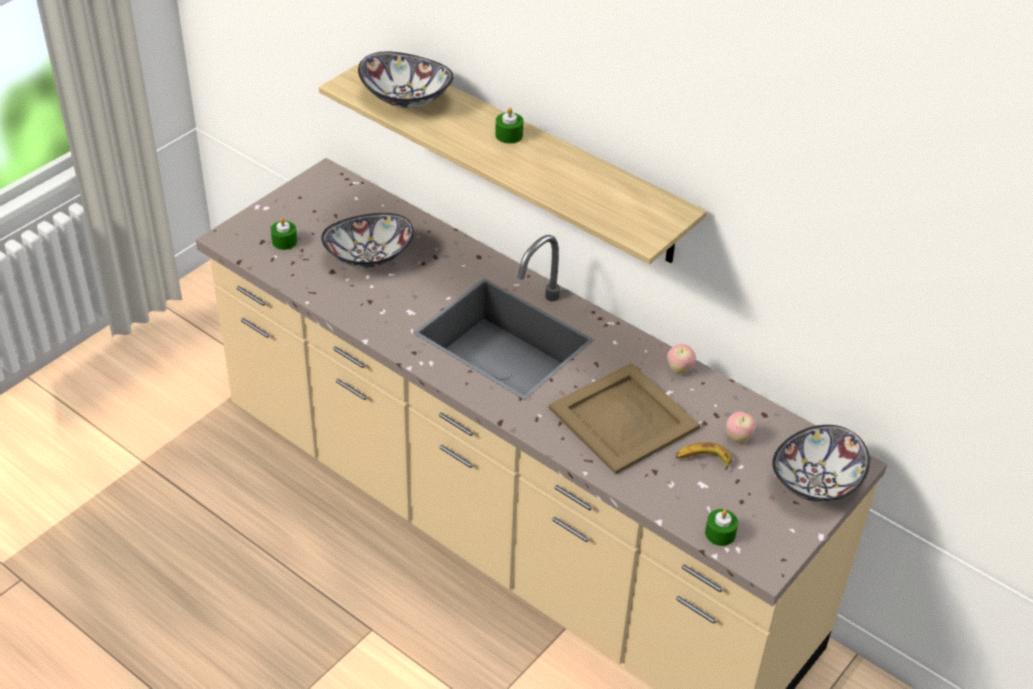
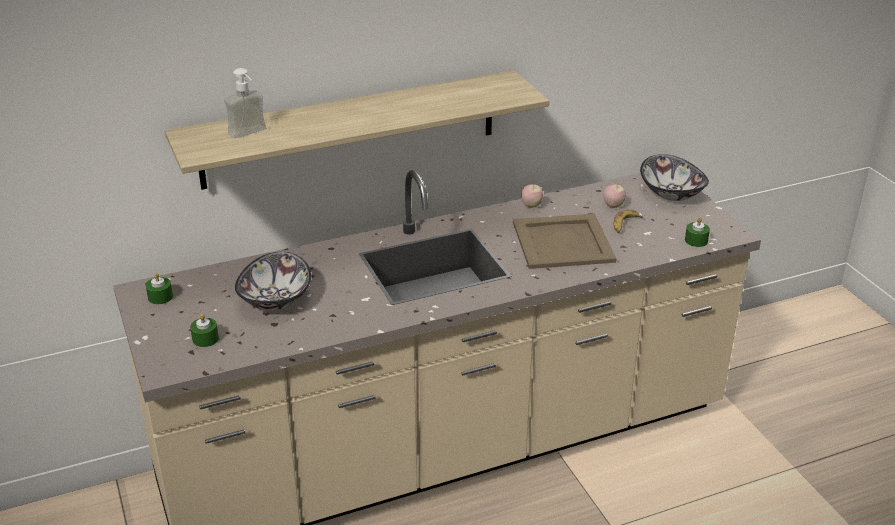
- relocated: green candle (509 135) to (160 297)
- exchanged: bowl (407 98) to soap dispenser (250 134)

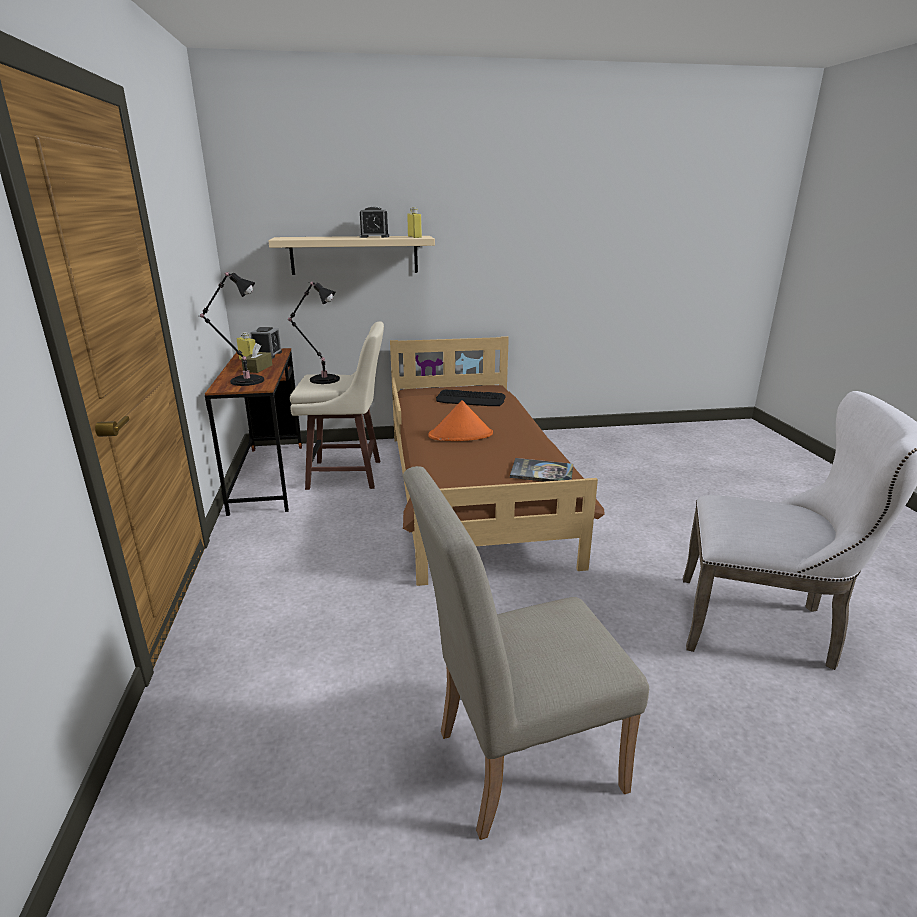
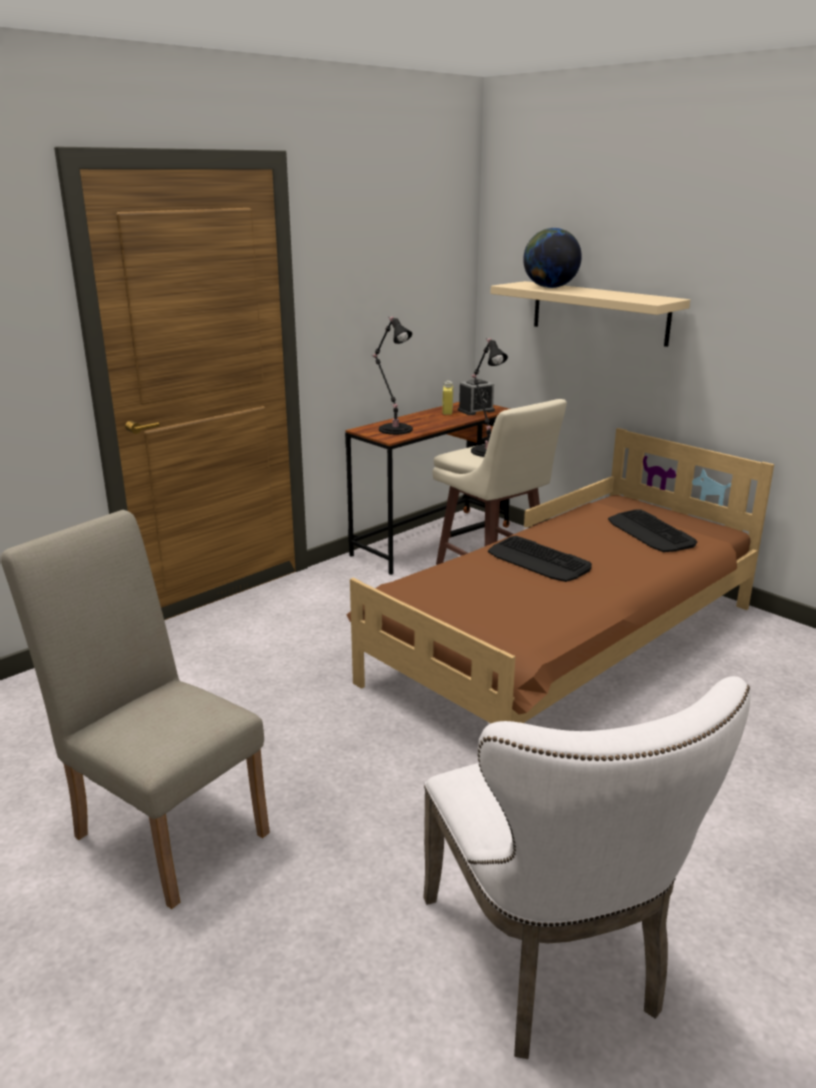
- exchanged: orange hat (461 435) to keyboard (538 560)
- appeared: globe (550 287)
- missing: brown tissue box (258 368)
- missing: alarm clock (374 236)
- missing: yellow bottle (414 237)
- missing: book (542 472)

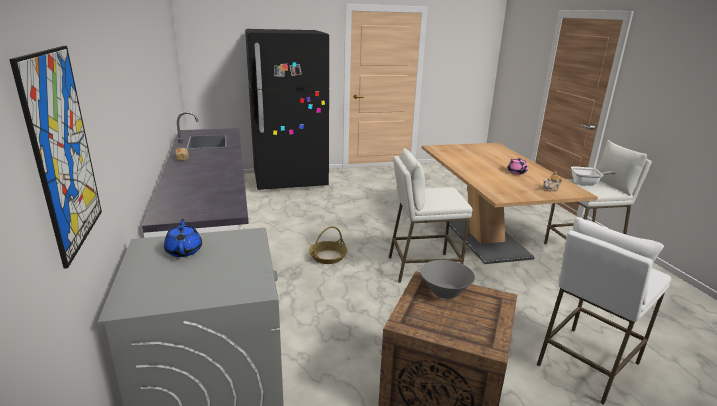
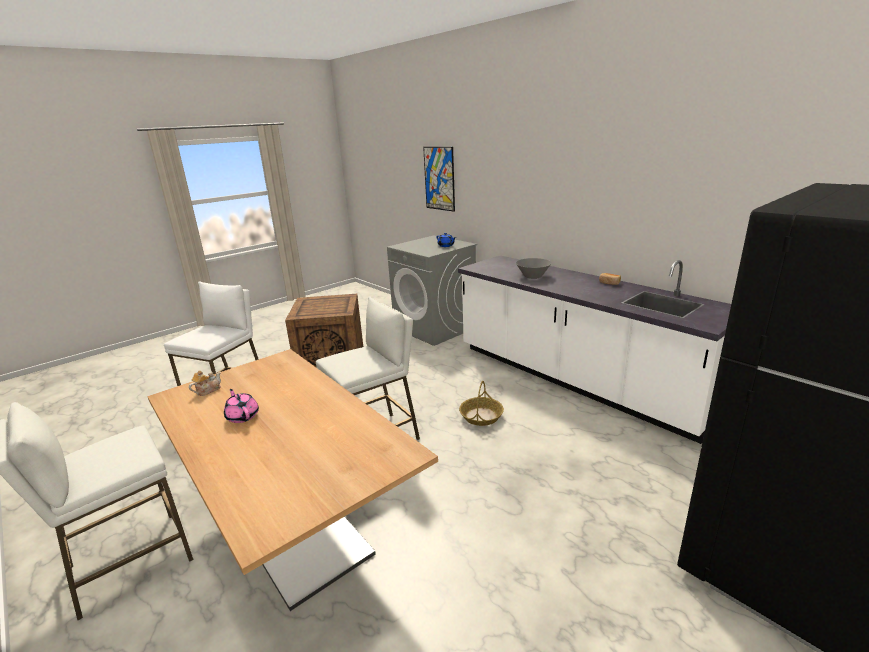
- relocated: grey bowl (445 292) to (532 276)
- missing: frying pan (587 183)

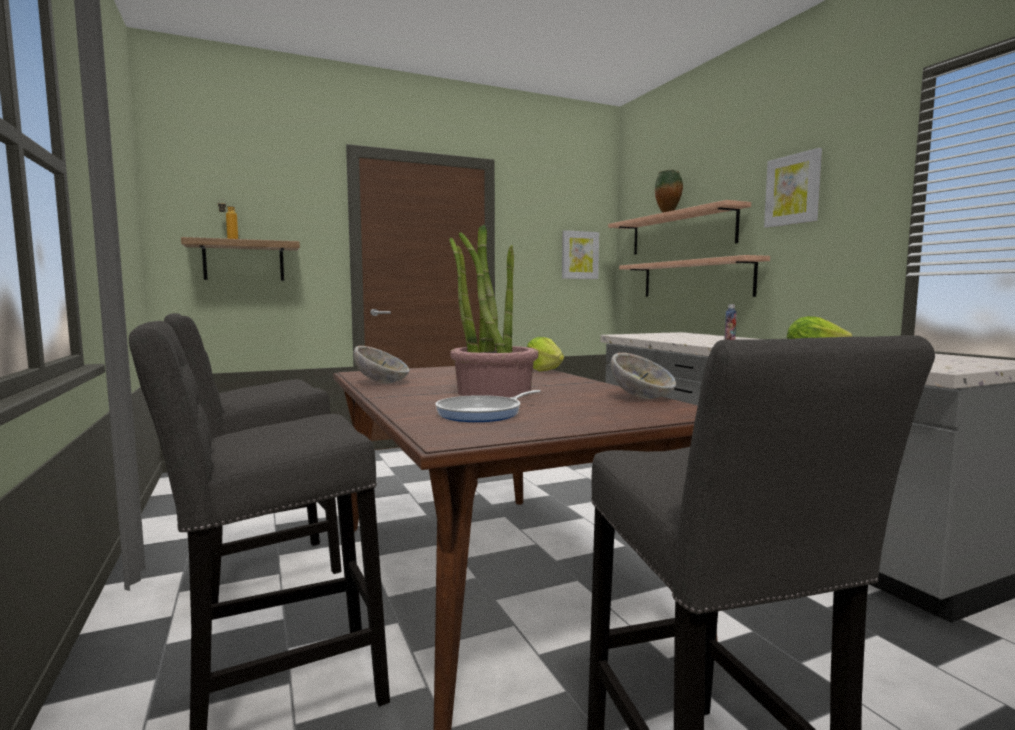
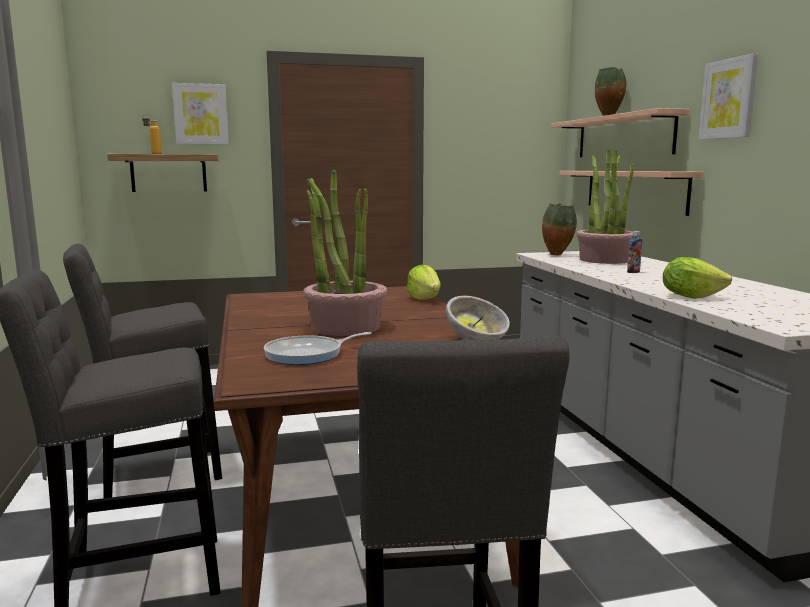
- relocated: picture (579 255) to (201 114)
- appeared: vase (557 255)
- appeared: potted plant (604 260)
- missing: bowl (382 383)

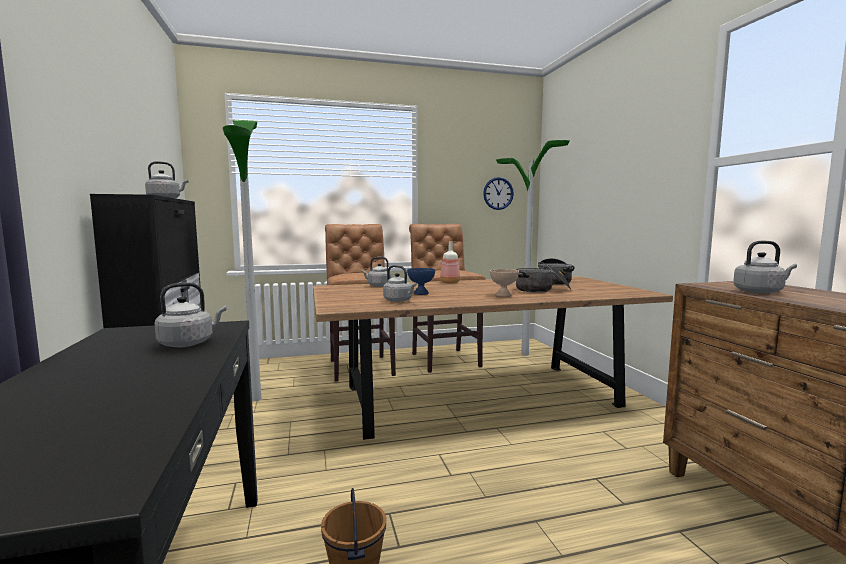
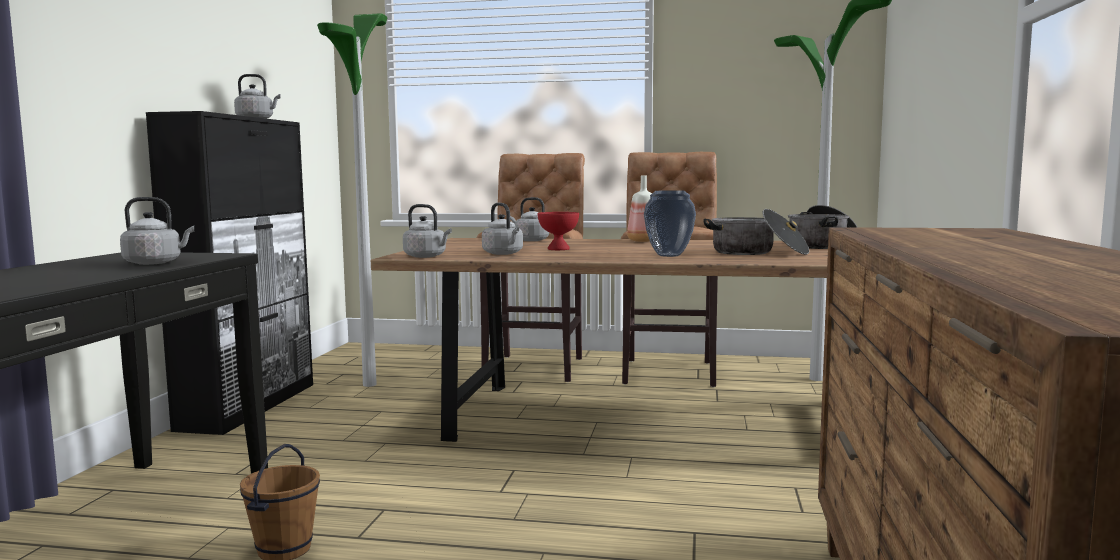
- relocated: grey kettle (760 292) to (427 256)
- colour: blue bowl (420 293) to red bowl (557 249)
- exchanged: beige bowl (503 295) to vase (668 255)
- missing: wall clock (498 193)

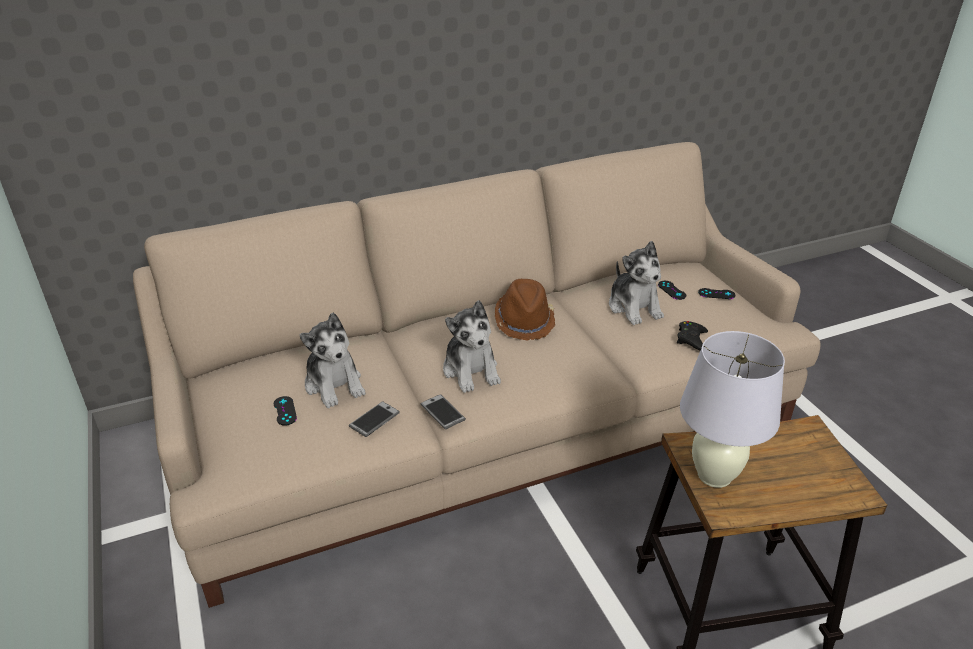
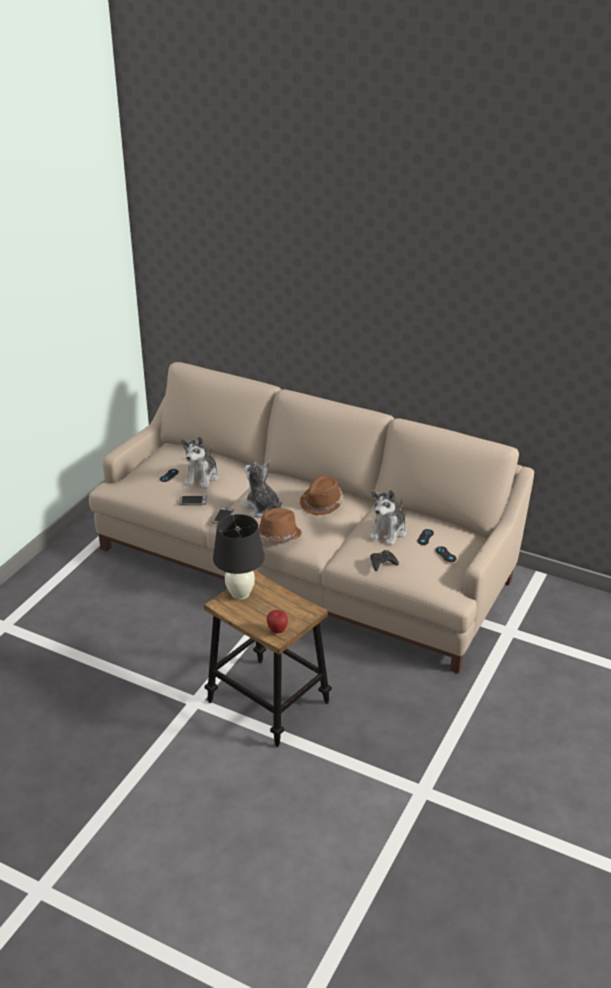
- colour: white table lamp (714 476) to black table lamp (240 593)
- spun: plush toy (471 370) = (261 508) 105 degrees clockwise
- appeared: brown hat (277 535)
- appeared: apple (277 630)

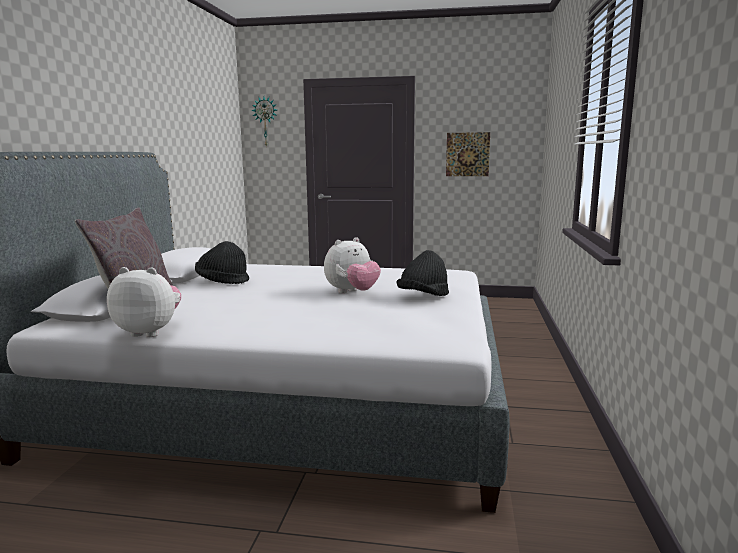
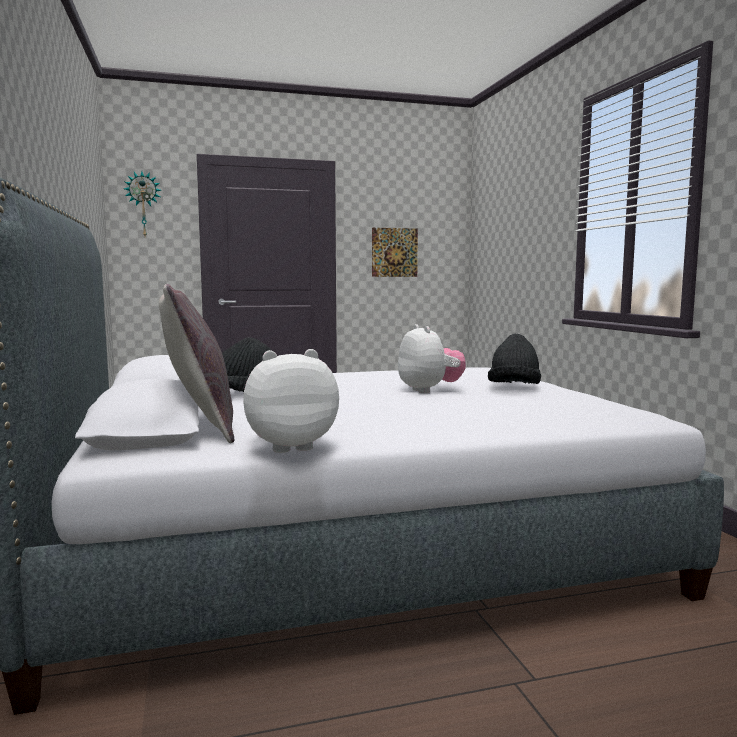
- spun: plush toy (352 292) = (429 390) 45 degrees counterclockwise

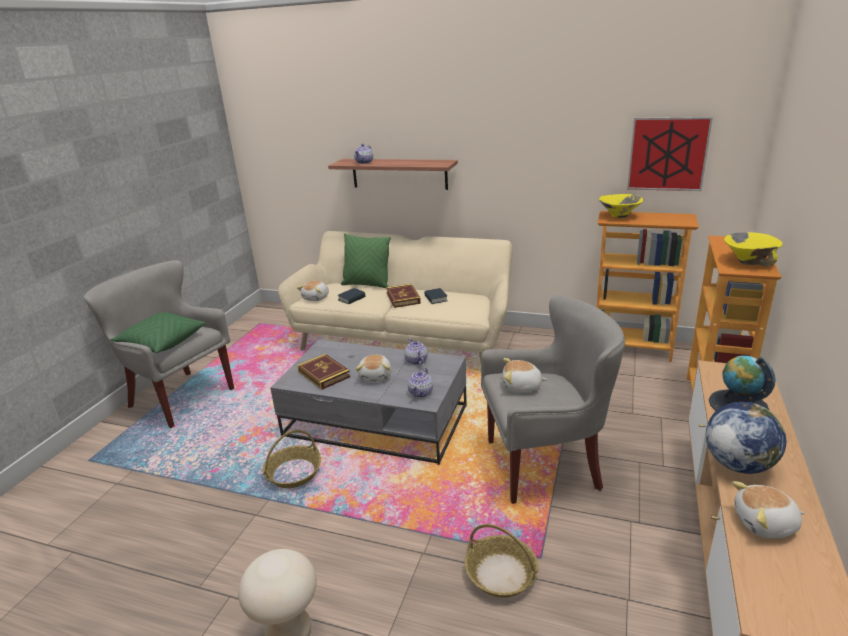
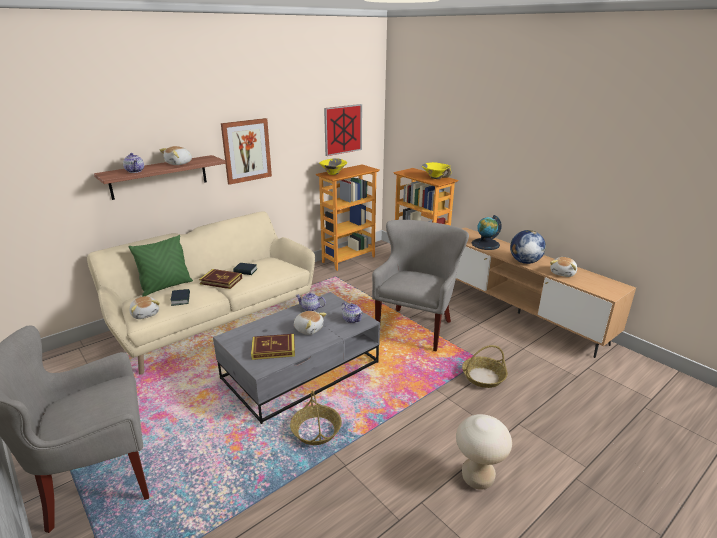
- relocated: plush toy (521 387) to (179 163)
- appeared: picture (246 150)
- missing: green pillow (161 342)

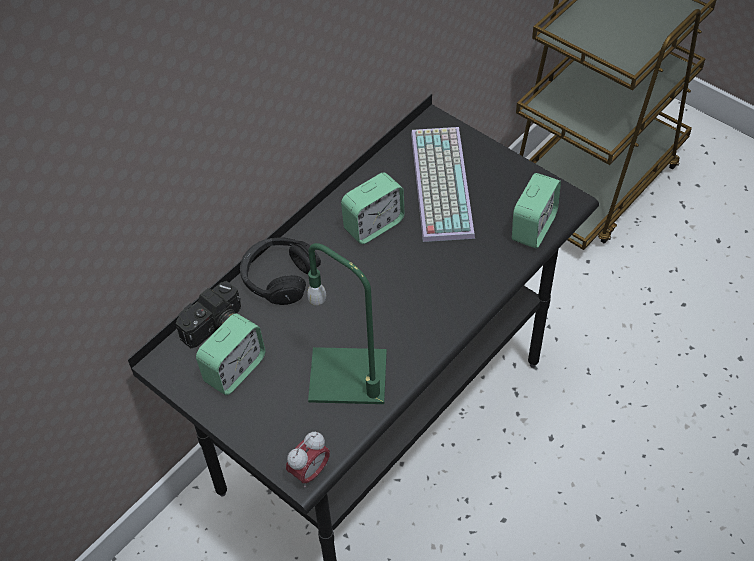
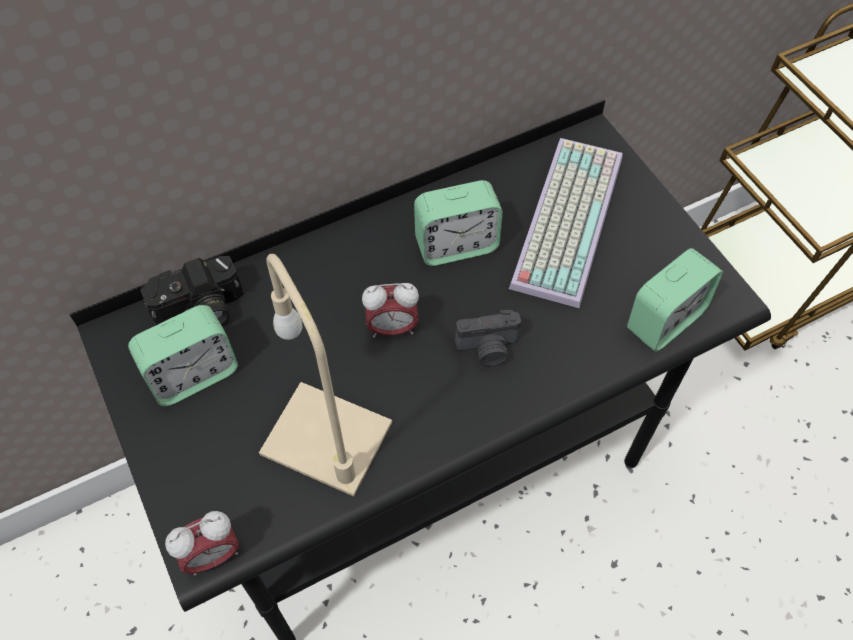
- colour: green table lamp (350 375) to beige table lamp (330 438)
- appeared: alarm clock (392 328)
- appeared: photo camera (488 349)
- missing: black headphones (279 277)

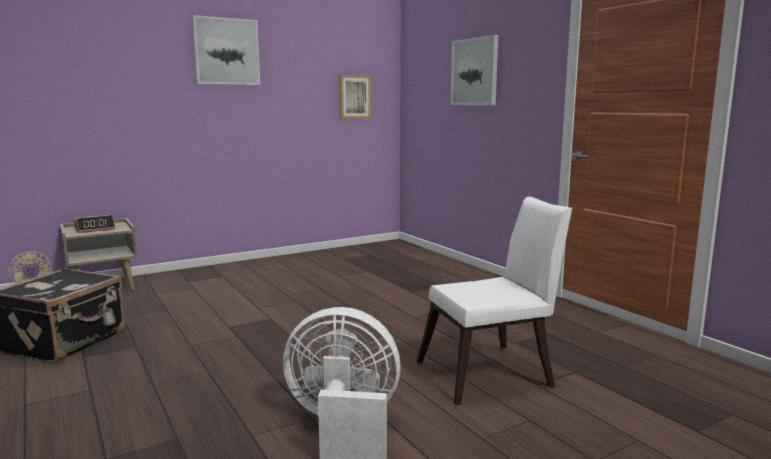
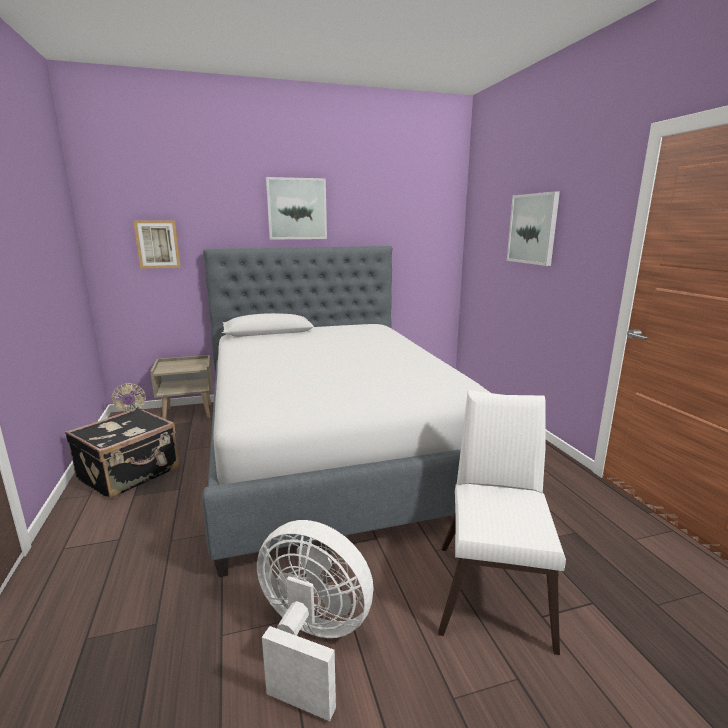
- relocated: picture (354 97) to (157 244)
- appeared: bed (333 446)
- spun: white chair (492 373) = (494 587) 75 degrees counterclockwise
- missing: alarm clock (95 229)

